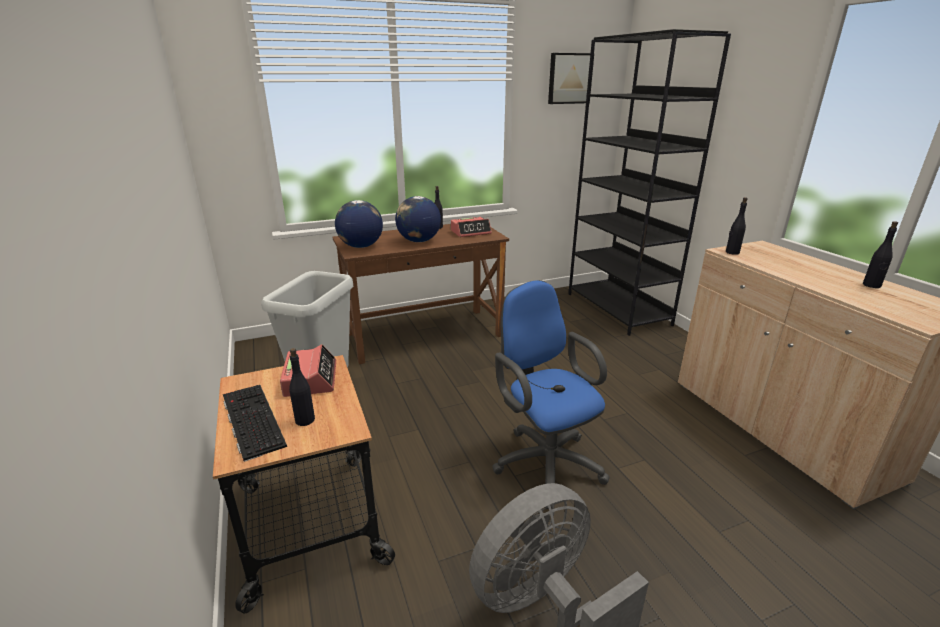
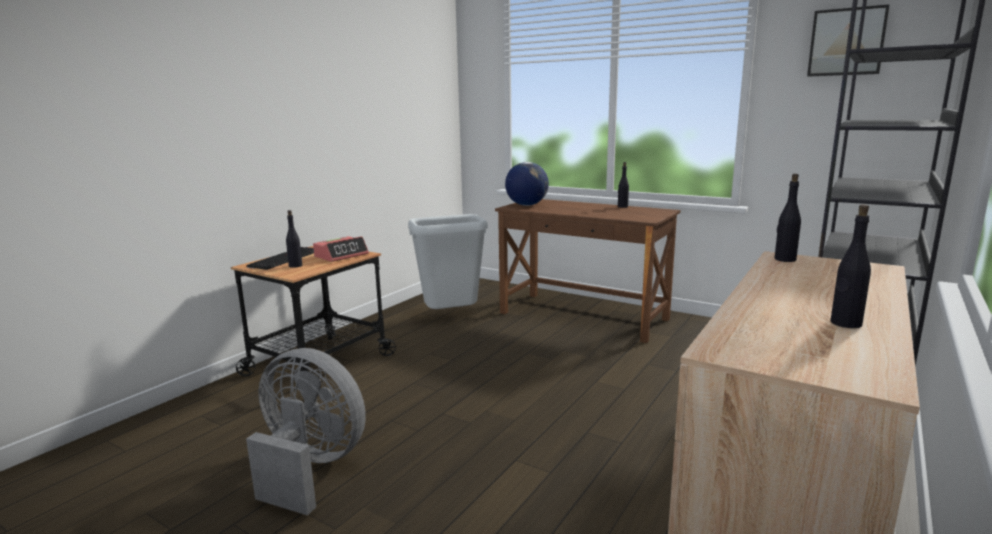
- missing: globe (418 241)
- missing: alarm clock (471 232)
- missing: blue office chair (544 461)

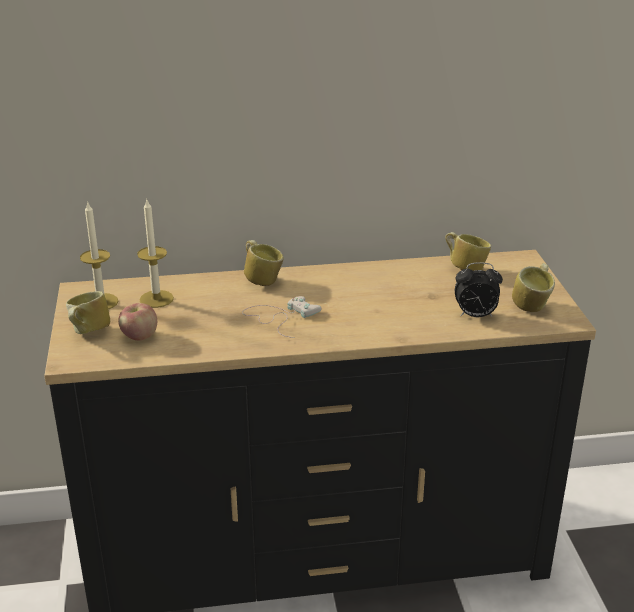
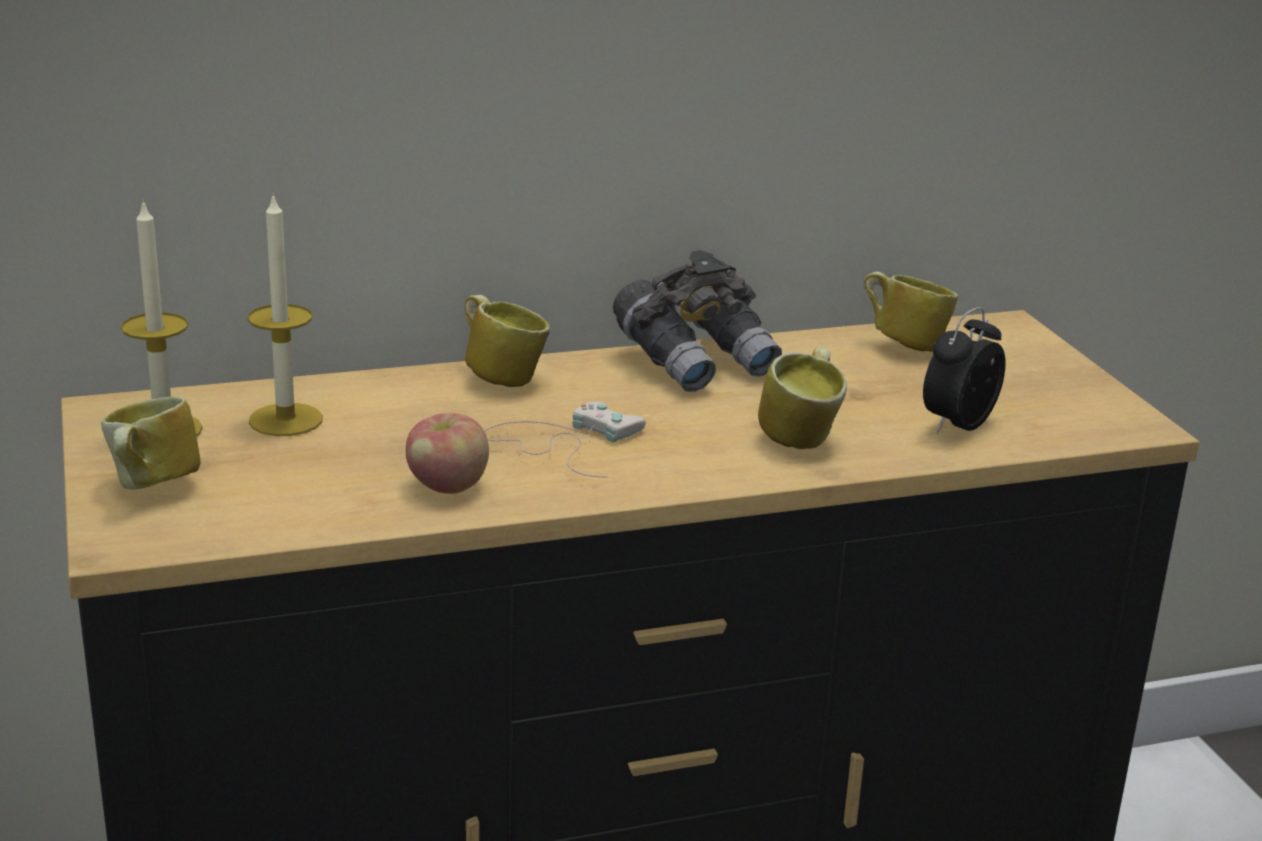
- relocated: apple (139 336) to (447 486)
- appeared: grey binoculars (697 362)
- relocated: mug (533 305) to (803 436)
- spun: alarm clock (475 315) = (957 425) 135 degrees clockwise

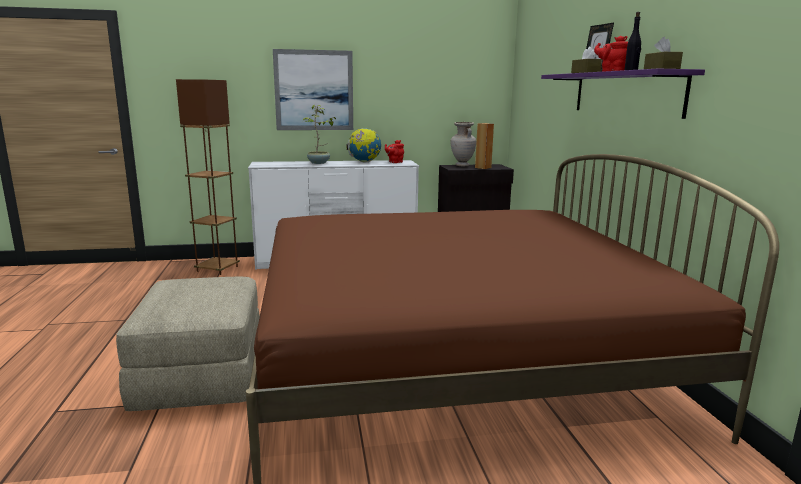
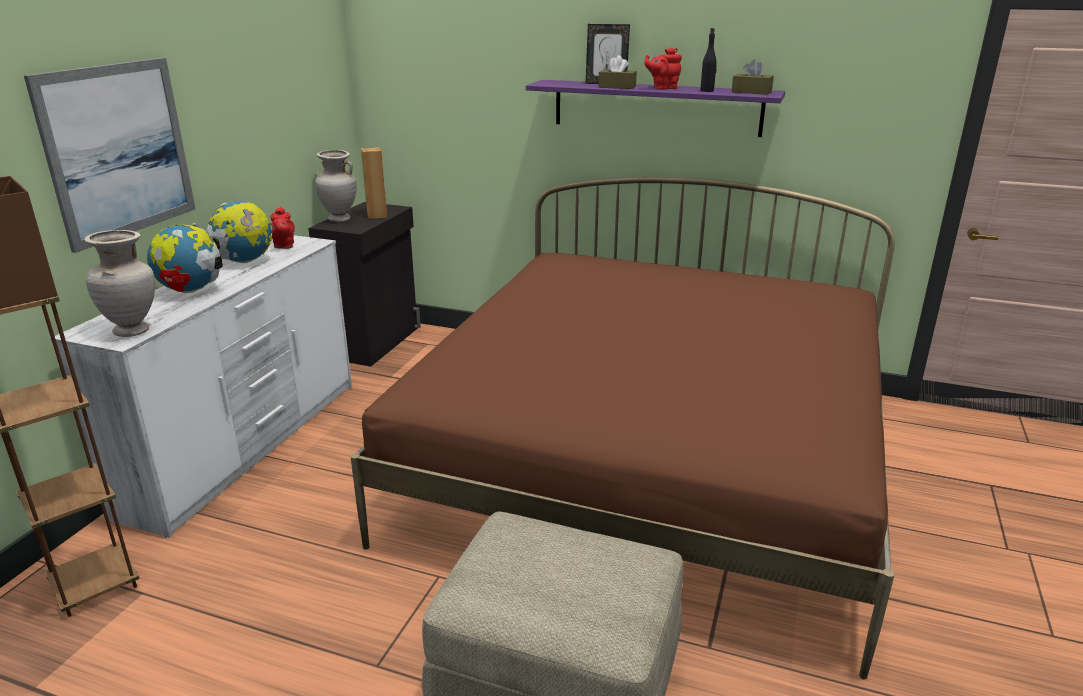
- appeared: beige vase (133 331)
- exchanged: potted plant (319 163) to globe (191 290)

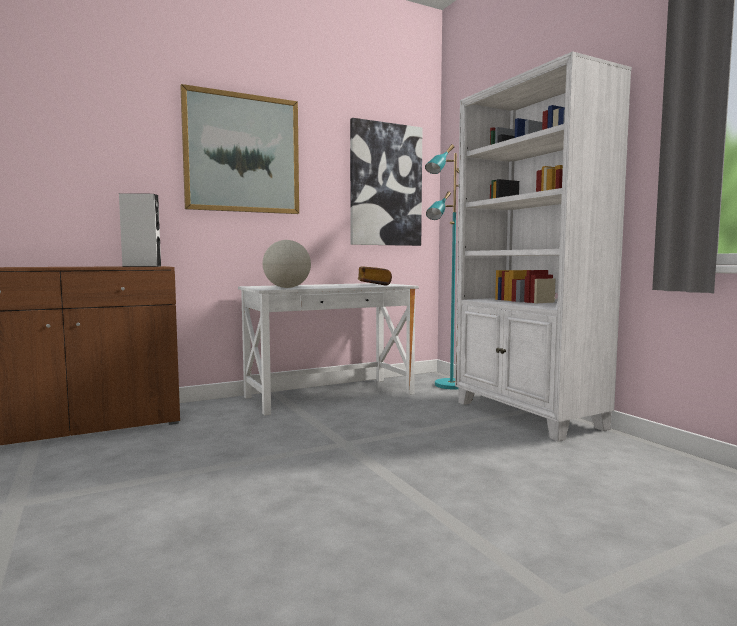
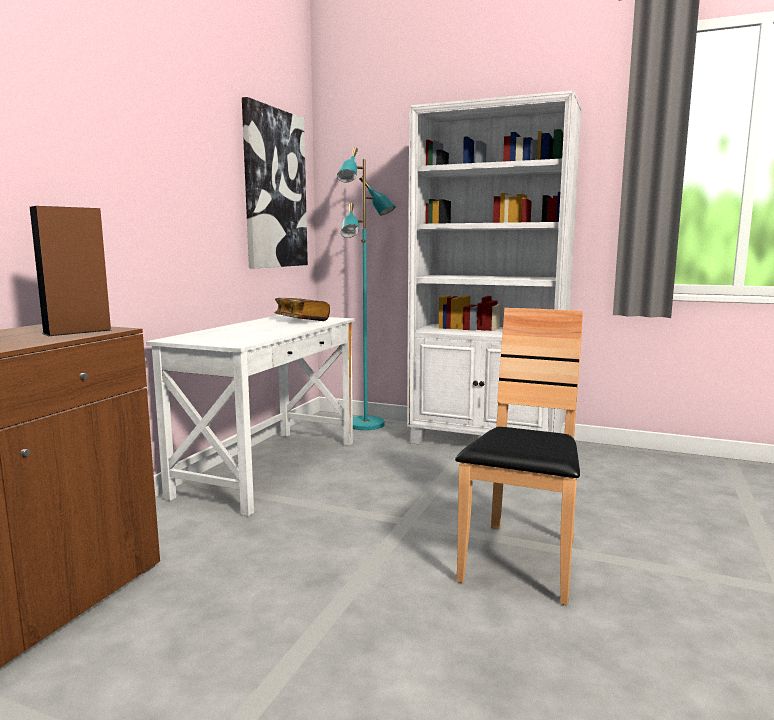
- colour: white speaker (142 266) to brown speaker (77 332)
- appeared: brown chair (521 561)
- missing: picture (242 153)
- missing: globe (287 287)

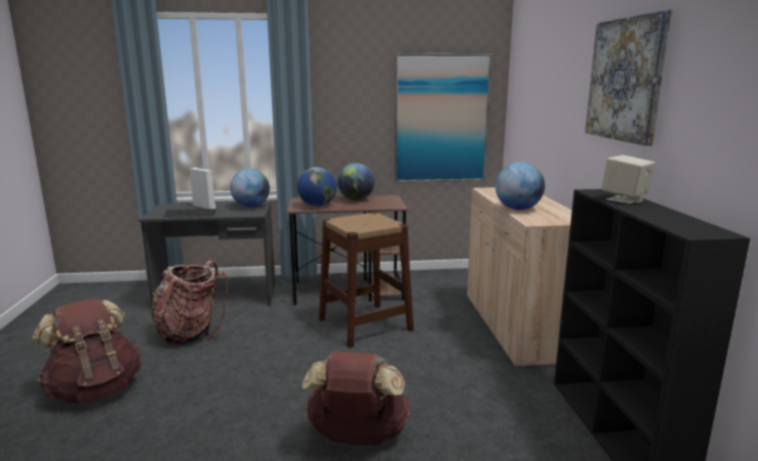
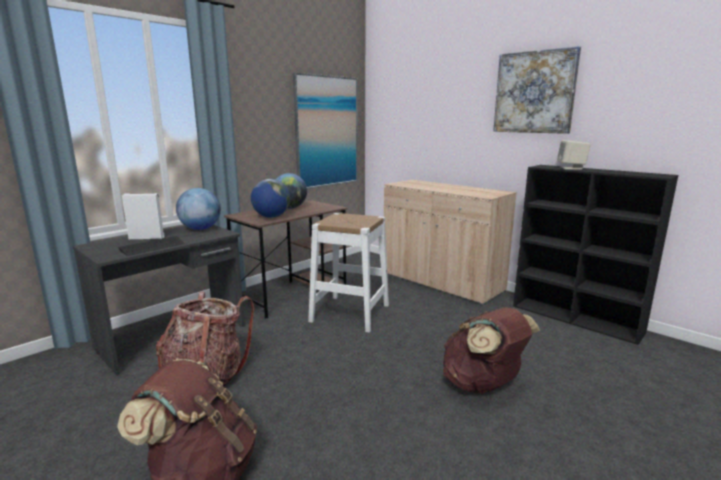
- colour: brown stool (365 324) to white stool (350 313)
- missing: globe (518 209)

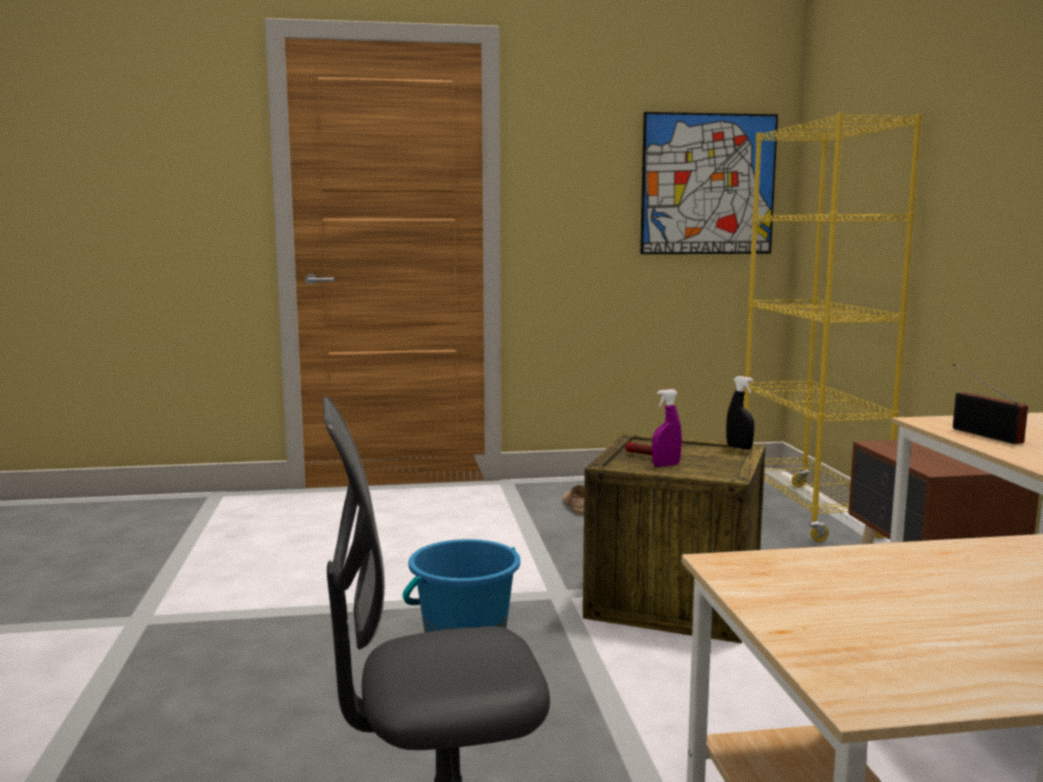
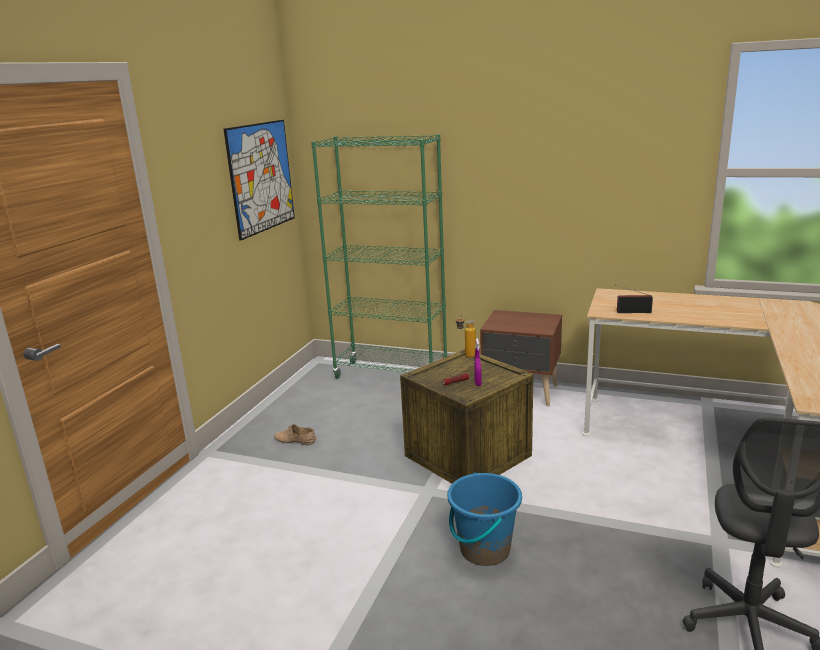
- colour: yellow bookcase (808 511) to green bookcase (391 375)
- exchanged: black spray bottle (739 447) to bottle (466 356)

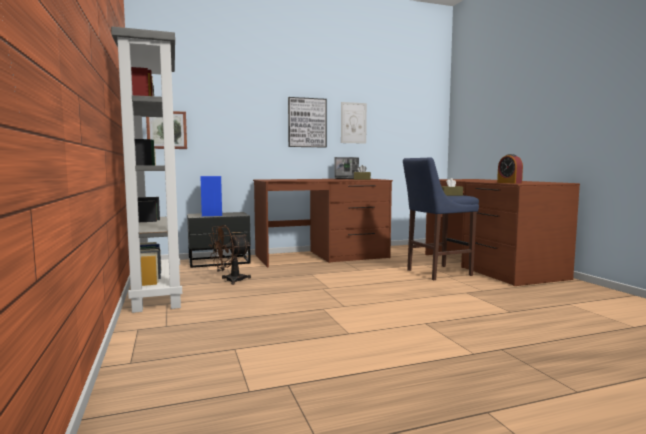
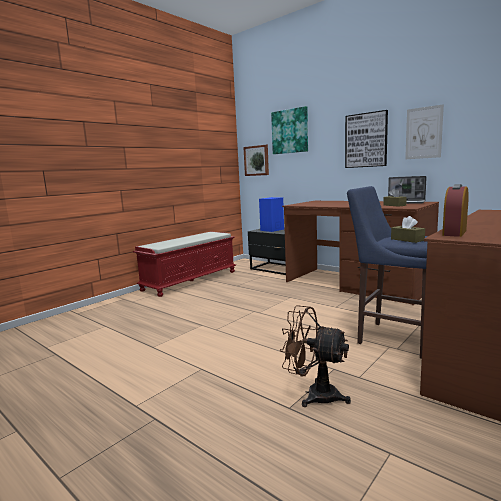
- exchanged: grey bookcase (157 291) to red bench (190 280)
- appeared: picture (290 131)
- relocated: brown fan (230 280) to (314 394)

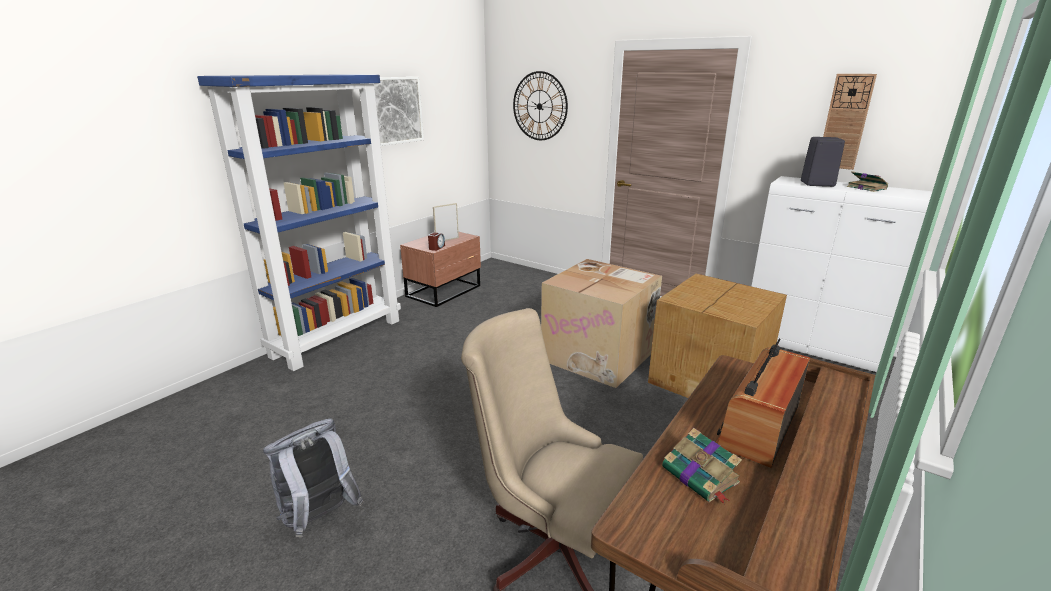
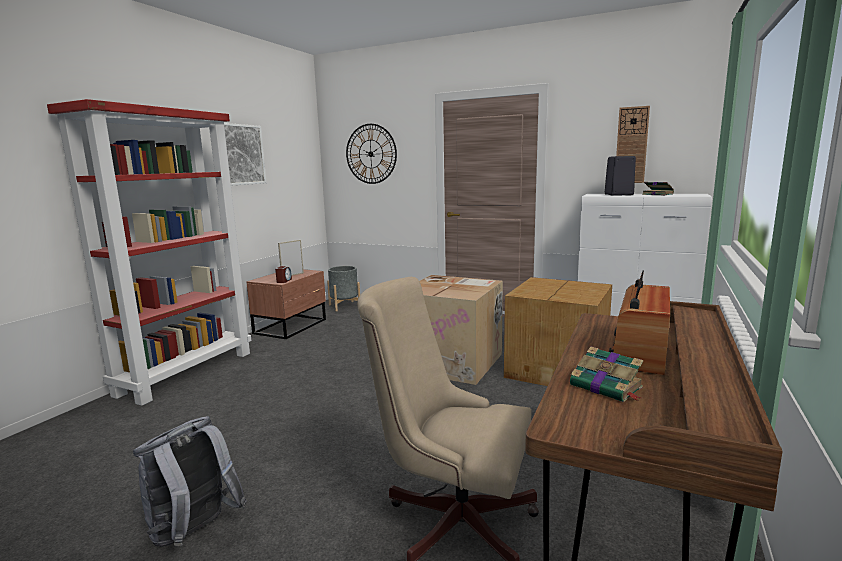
- colour: blue bookcase (338 337) to red bookcase (187 372)
- appeared: grey planter (344 306)

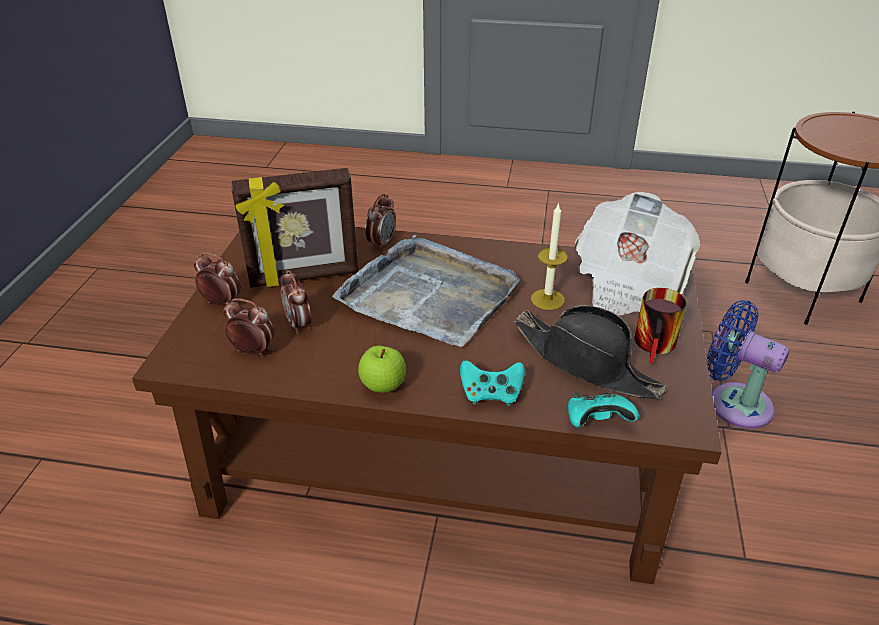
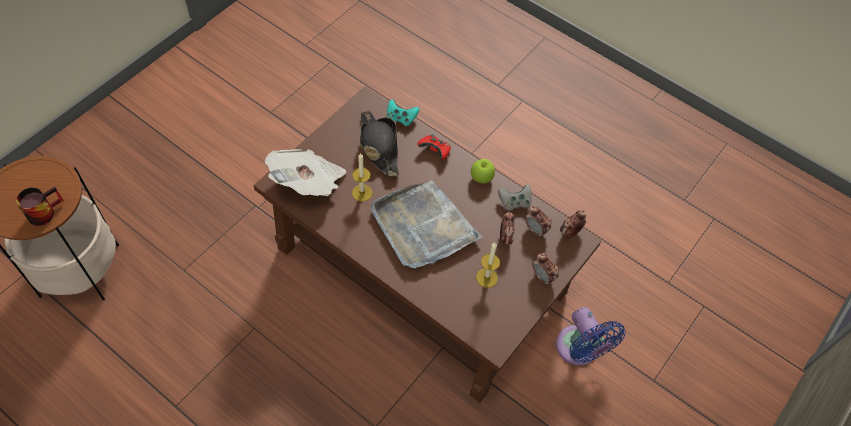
- relocated: mug (658 346) to (44 210)
- colour: turquoise game controller (491 394) to red game controller (435 151)
- exchanged: picture frame (304 277) to candle (487 277)
- appeared: grey game controller (514 202)
- relocated: blue fan (733 402) to (579 350)
- relocated: alarm clock (381 243) to (570 233)

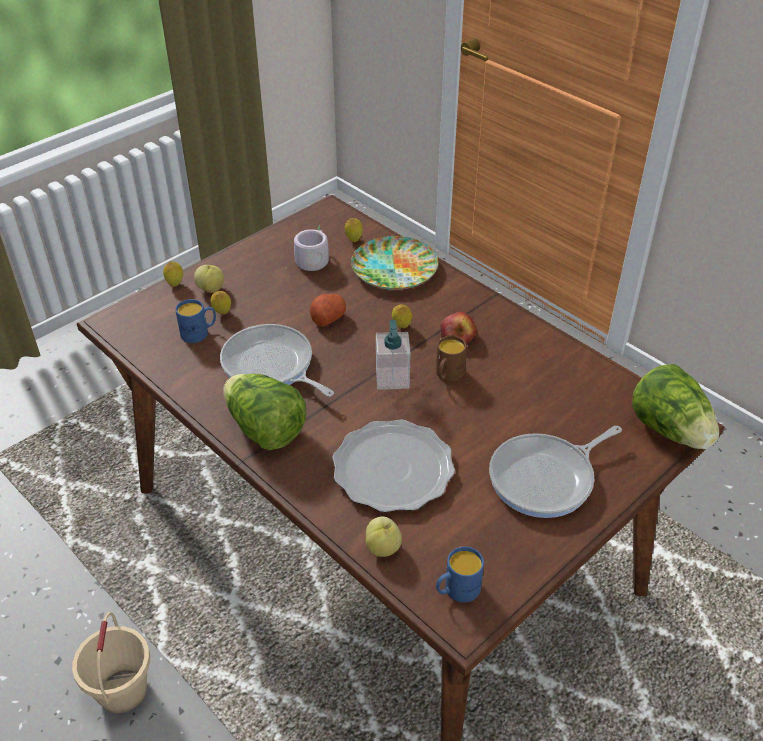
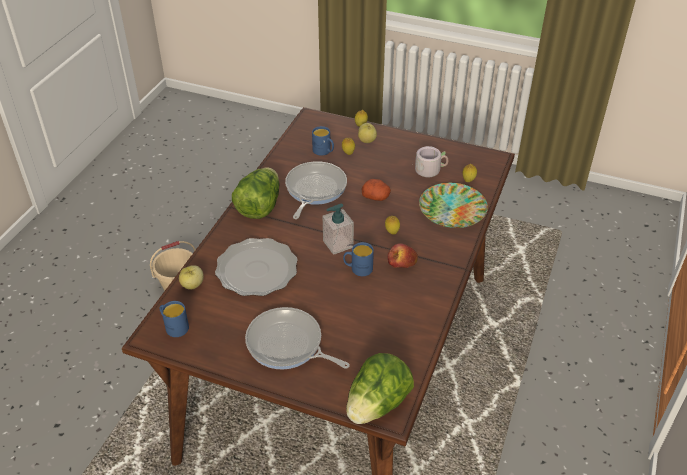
- colour: brown mug (447 375) to blue mug (358 269)

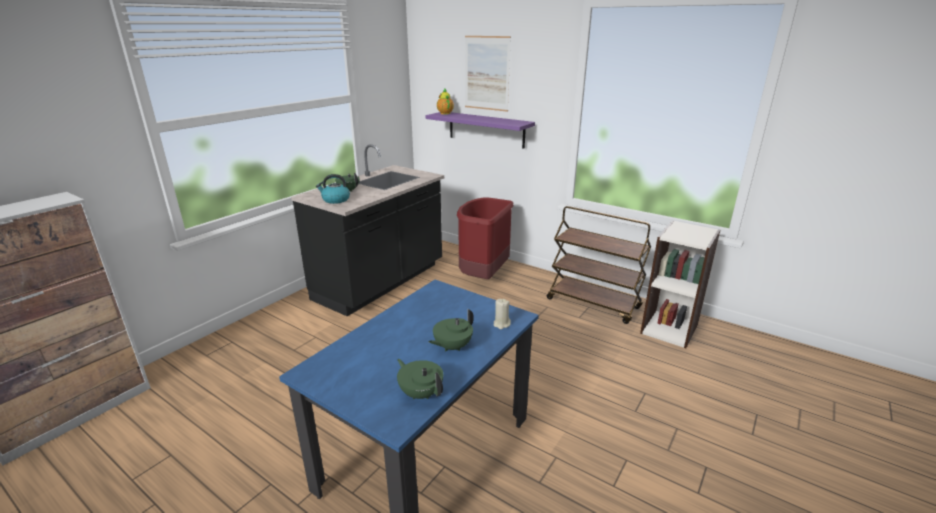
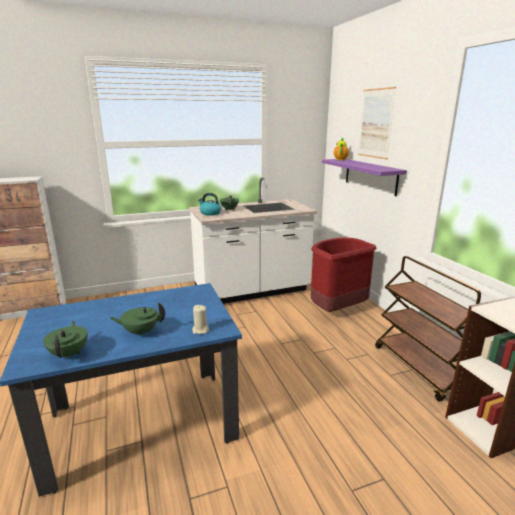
- colour: black counter (381 282) to white counter (252 291)

